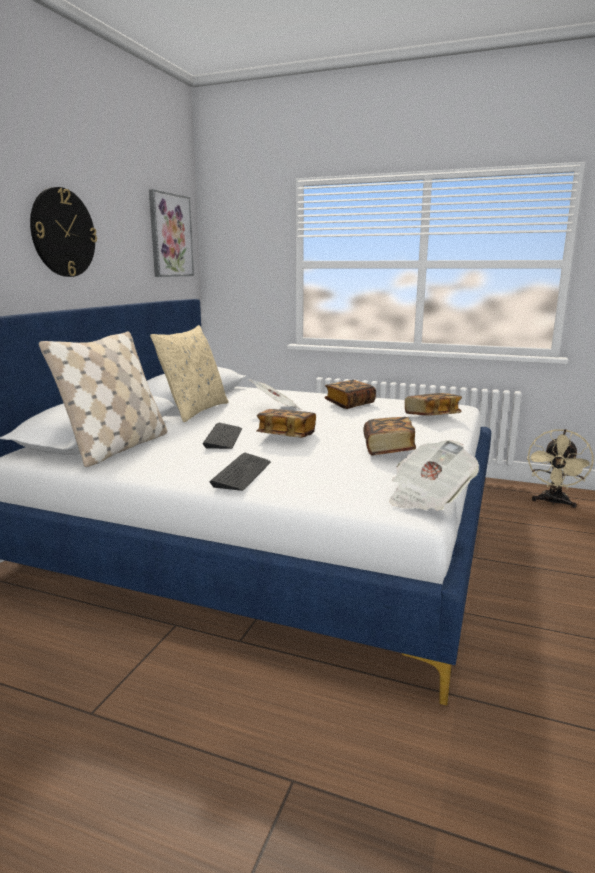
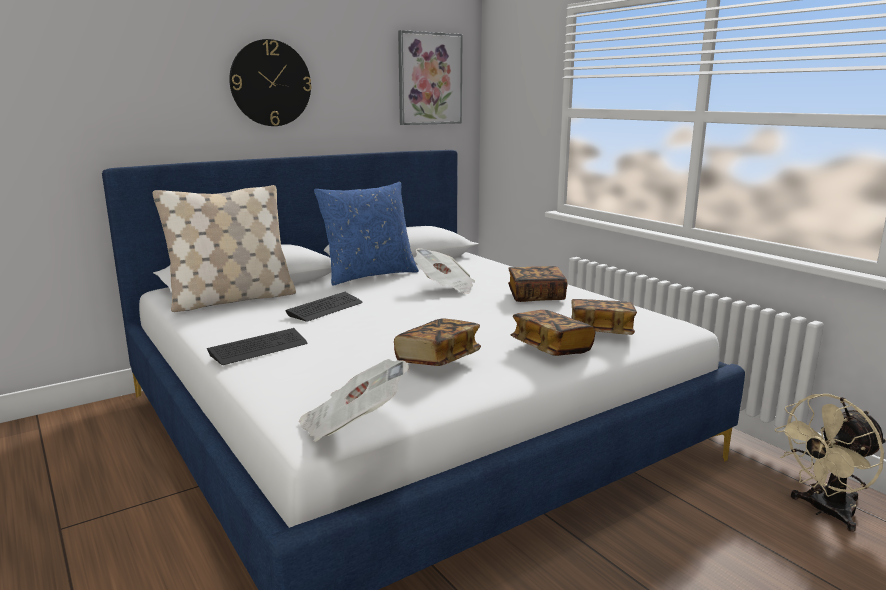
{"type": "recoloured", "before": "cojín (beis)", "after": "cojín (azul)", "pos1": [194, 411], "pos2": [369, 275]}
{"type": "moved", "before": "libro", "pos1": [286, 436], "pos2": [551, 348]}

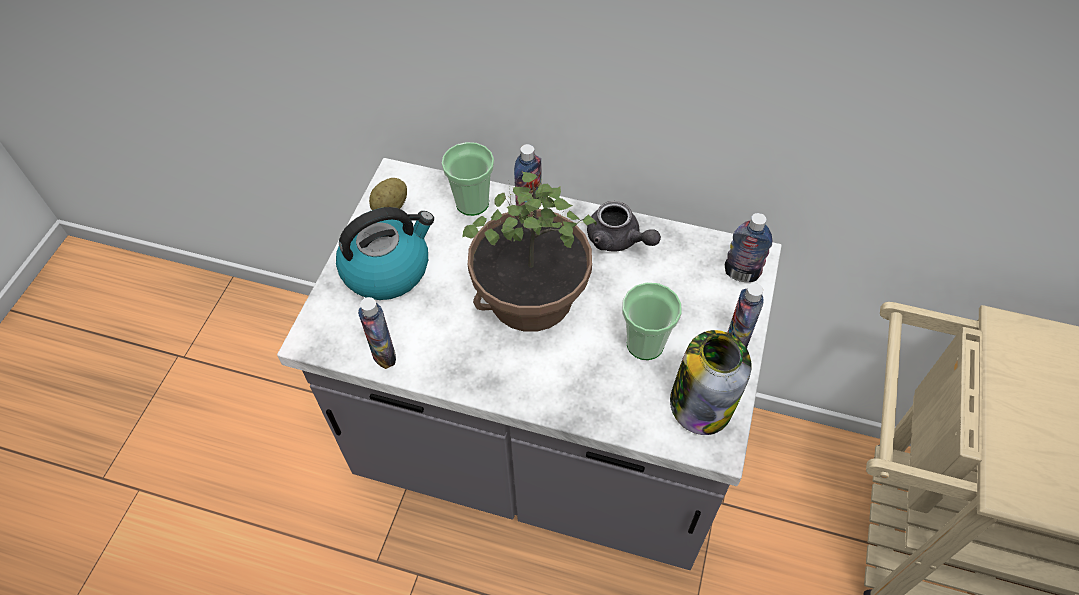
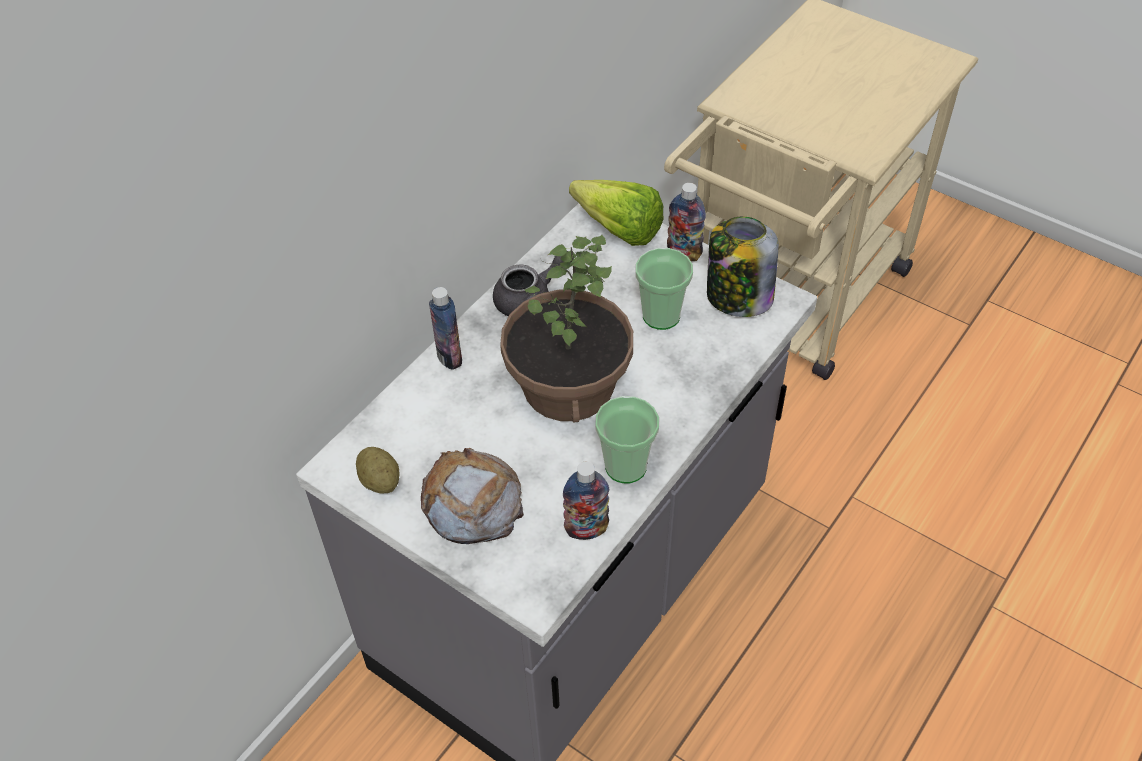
{"type": "replaced", "before": "hervidor", "after": "pan", "pos1": [387, 269], "pos2": [471, 502]}
{"type": "replaced", "before": "botella", "after": "lechuga", "pos1": [741, 273], "pos2": [613, 226]}
{"type": "moved", "before": "taza", "pos1": [472, 203], "pos2": [626, 466]}

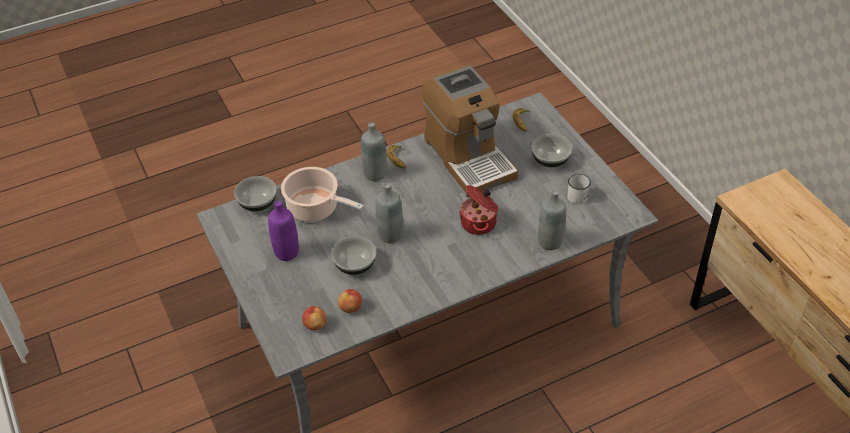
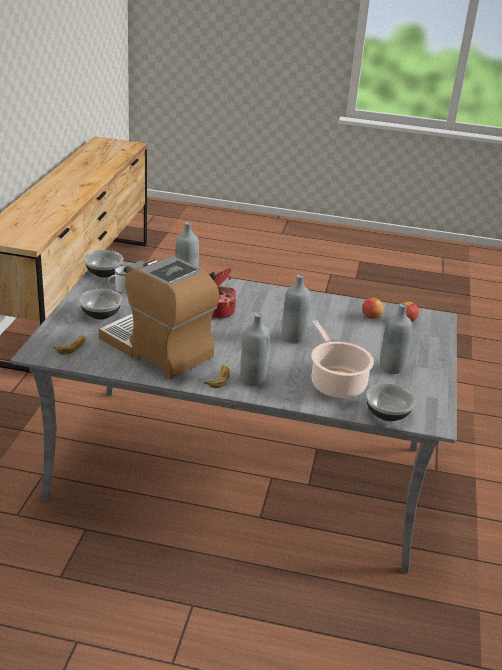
{"type": "moved", "before": "cuenco", "pos1": [355, 265], "pos2": [104, 273]}
{"type": "turned", "before": "cafetera", "pos1": [468, 157], "pos2": [158, 348], "turn": -60}
{"type": "recoloured", "before": "botella (morado)", "after": "botella (gris)", "pos1": [286, 252], "pos2": [391, 367]}

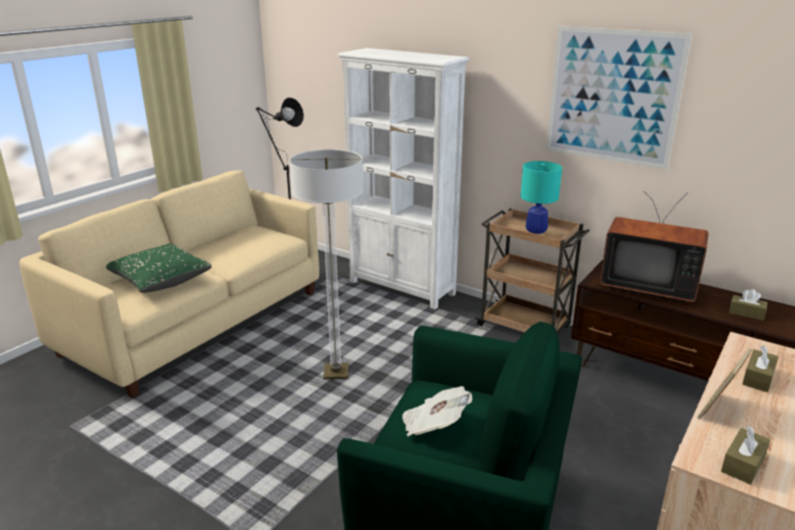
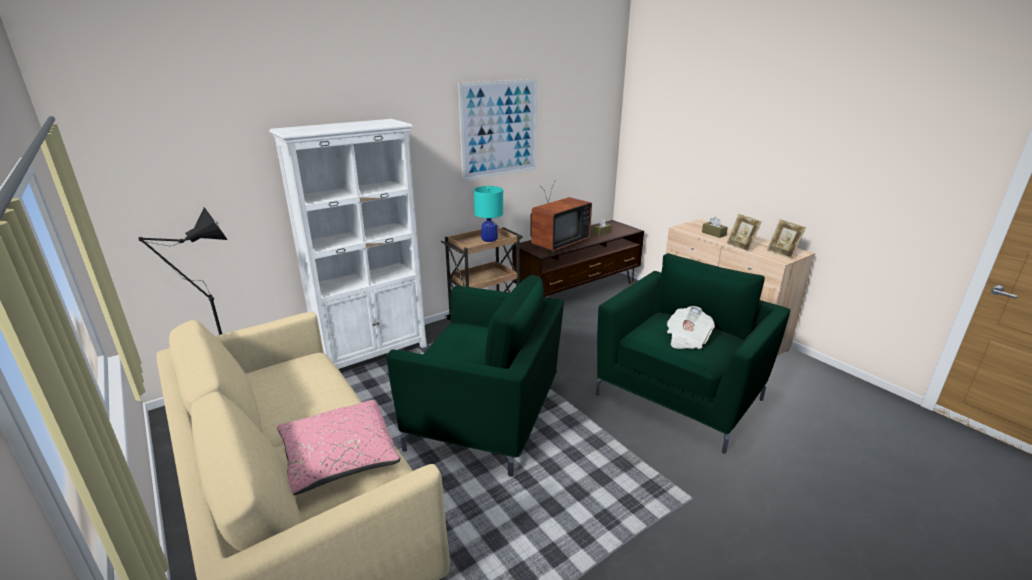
{"type": "recoloured", "before": "cojín (verde)", "after": "cojín (rosa)", "pos1": [160, 280], "pos2": [339, 459]}
{"type": "replaced", "before": "lámpara de pie", "after": "sillón (verde)", "pos1": [336, 372], "pos2": [486, 417]}
{"type": "replaced", "before": "caja de pañuelos (marrón)", "after": "portarretratos", "pos1": [743, 464], "pos2": [782, 253]}

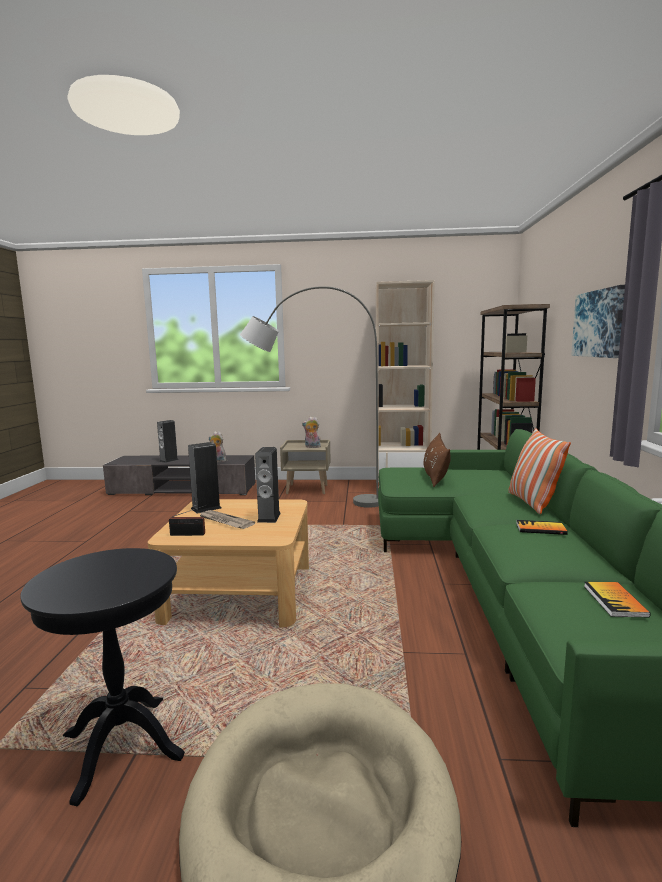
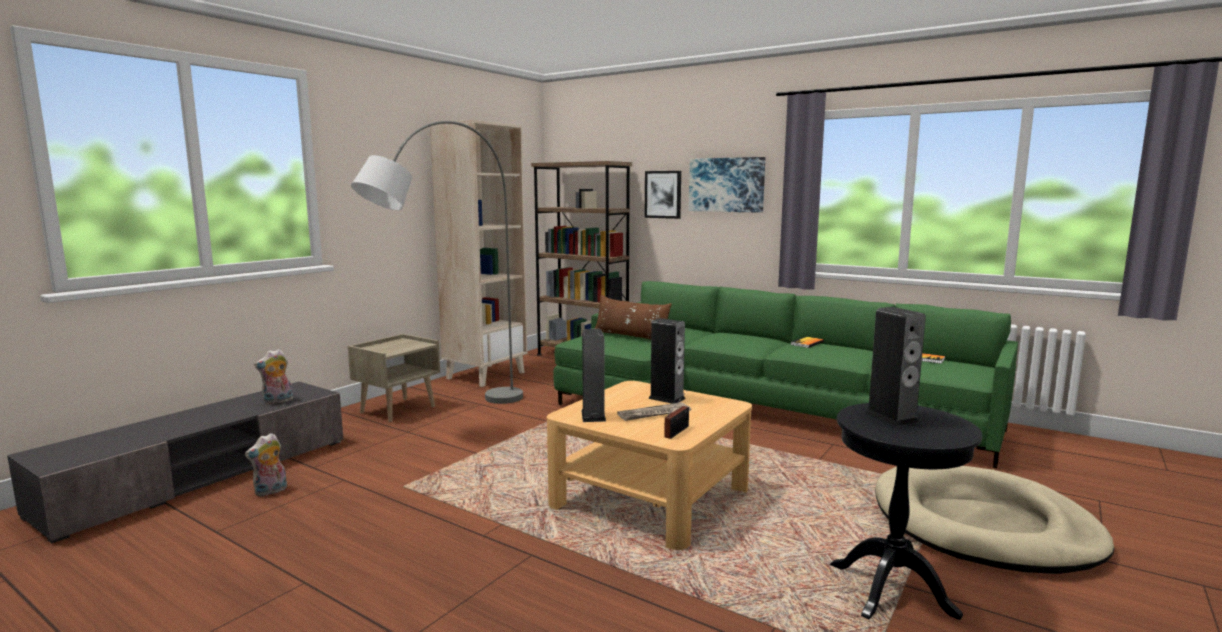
{"type": "moved", "before": "peluche", "pos1": [312, 447], "pos2": [270, 491]}
{"type": "added", "after": "cuadro", "pos2": [663, 194]}
{"type": "moved", "before": "altavoz", "pos1": [169, 460], "pos2": [891, 417]}
{"type": "removed", "before": "cojín", "pos1": [532, 503]}

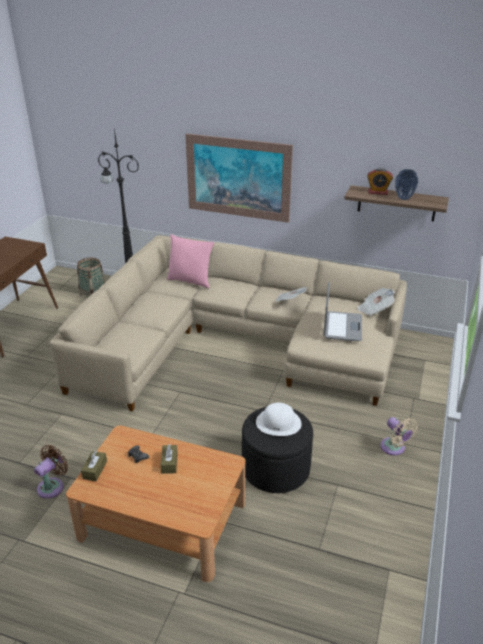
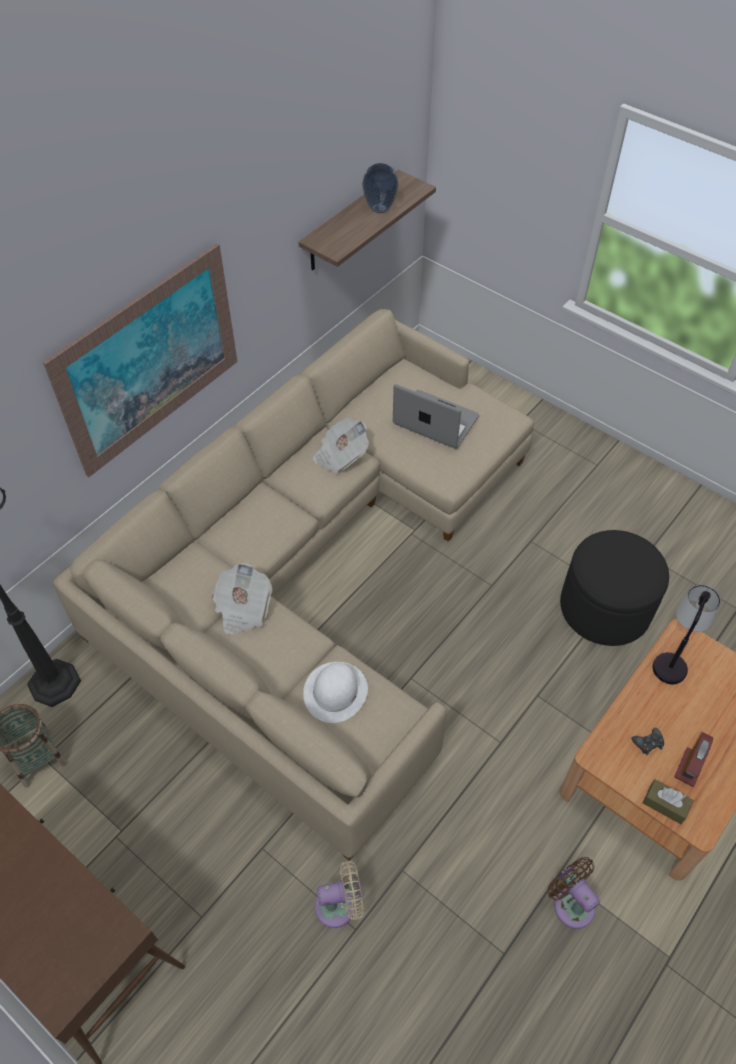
{"type": "moved", "before": "periódico", "pos1": [374, 309], "pos2": [242, 609]}
{"type": "moved", "before": "sombrero (blanco)", "pos1": [278, 422], "pos2": [335, 691]}
{"type": "moved", "before": "ventilador (beis)", "pos1": [394, 448], "pos2": [339, 905]}
{"type": "added", "after": "lámpara de mesa", "pos2": [673, 656]}
{"type": "moved", "before": "despertador", "pos1": [378, 192], "pos2": [689, 767]}
{"type": "removed", "before": "caja de pañuelos (marrón)", "pos1": [169, 463]}
{"type": "removed", "before": "cojín (rosa)", "pos1": [190, 281]}

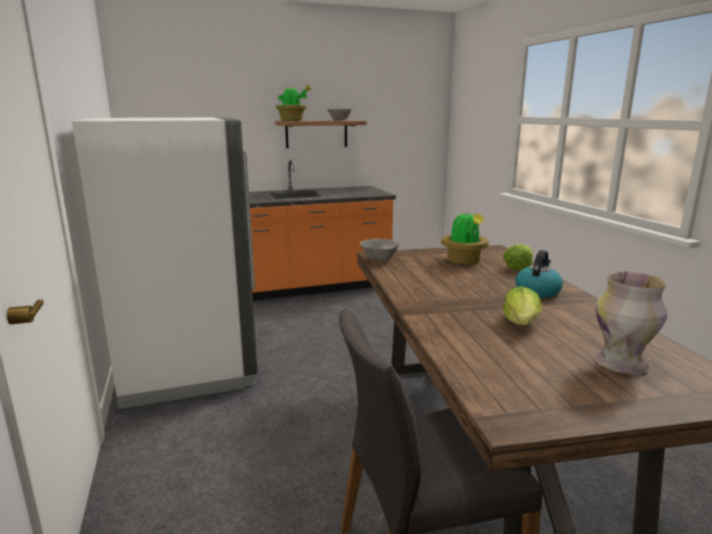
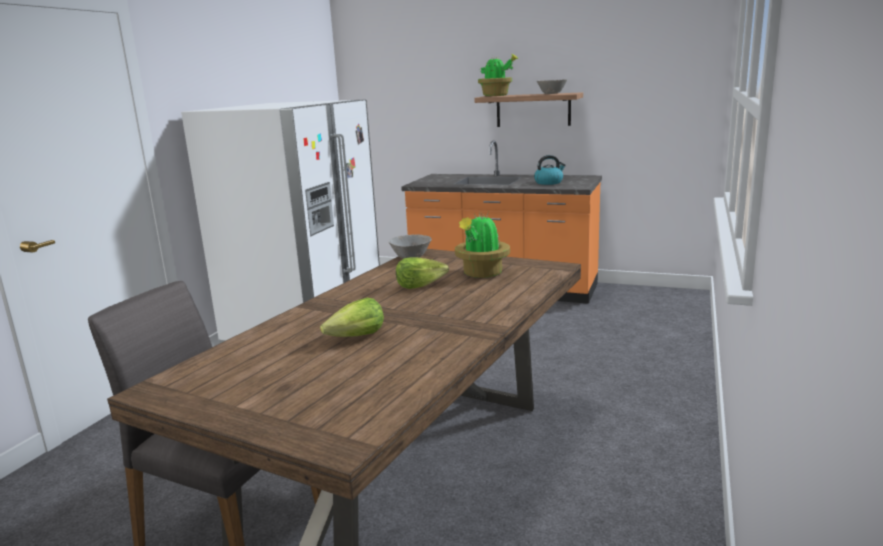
{"type": "moved", "before": "lechuga", "pos1": [518, 267], "pos2": [420, 285]}
{"type": "moved", "before": "hervidor", "pos1": [537, 291], "pos2": [549, 182]}
{"type": "removed", "before": "florero", "pos1": [620, 364]}

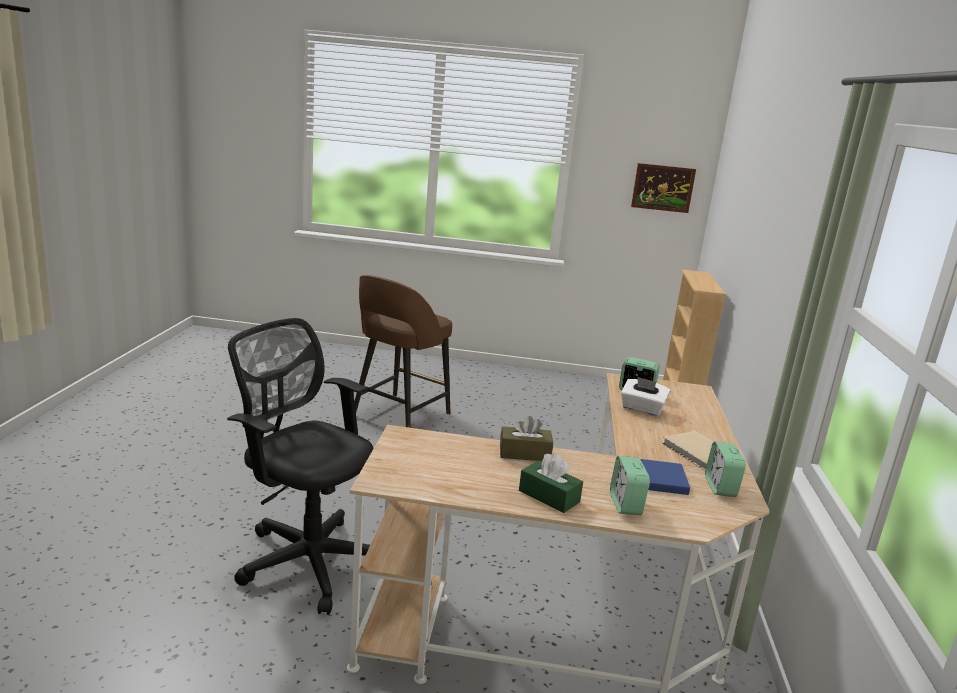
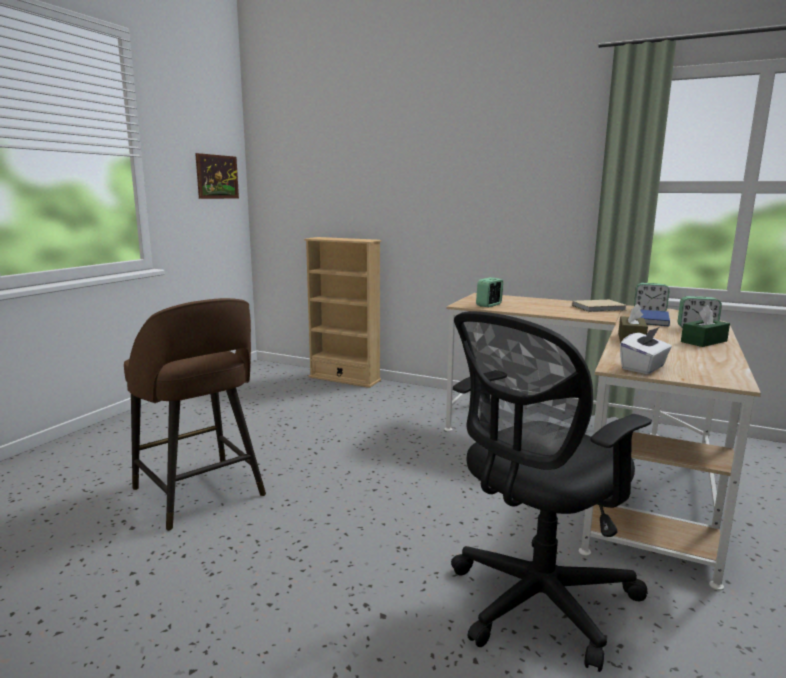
{"type": "moved", "before": "caja de pañuelos (blanco)", "pos1": [642, 409], "pos2": [643, 368]}

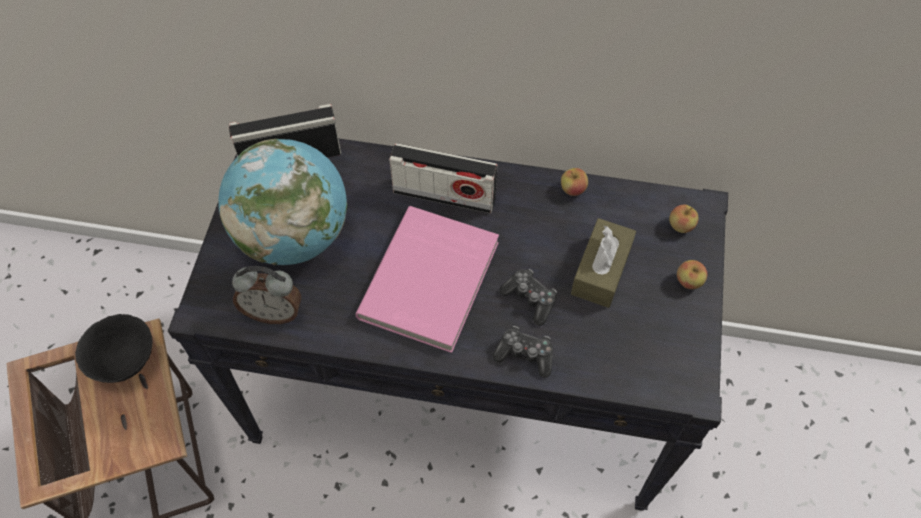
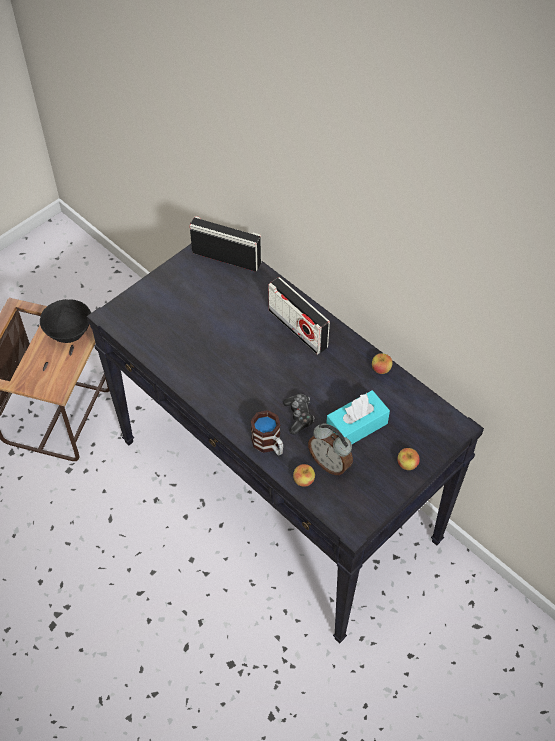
{"type": "replaced", "before": "mando de consola", "after": "taza grande", "pos1": [525, 354], "pos2": [269, 444]}
{"type": "moved", "before": "manzana", "pos1": [680, 226], "pos2": [303, 480]}
{"type": "moved", "before": "despertador", "pos1": [273, 312], "pos2": [330, 463]}
{"type": "recoloured", "before": "caja de pañuelos (marrón)", "after": "caja de pañuelos (turquesa)", "pos1": [601, 270], "pos2": [356, 426]}
{"type": "removed", "before": "globo terráqueo", "pos1": [293, 235]}
{"type": "removed", "before": "libro (rosa)", "pos1": [432, 281]}

